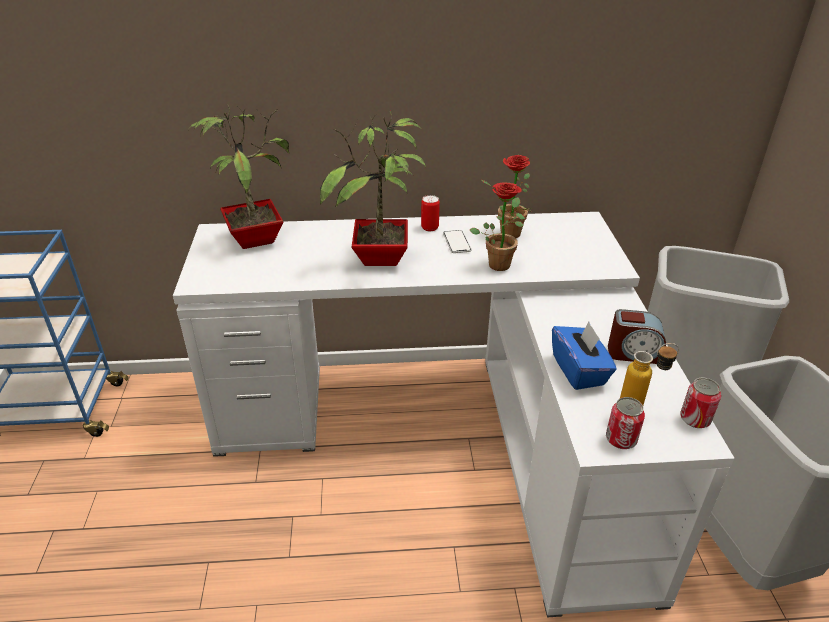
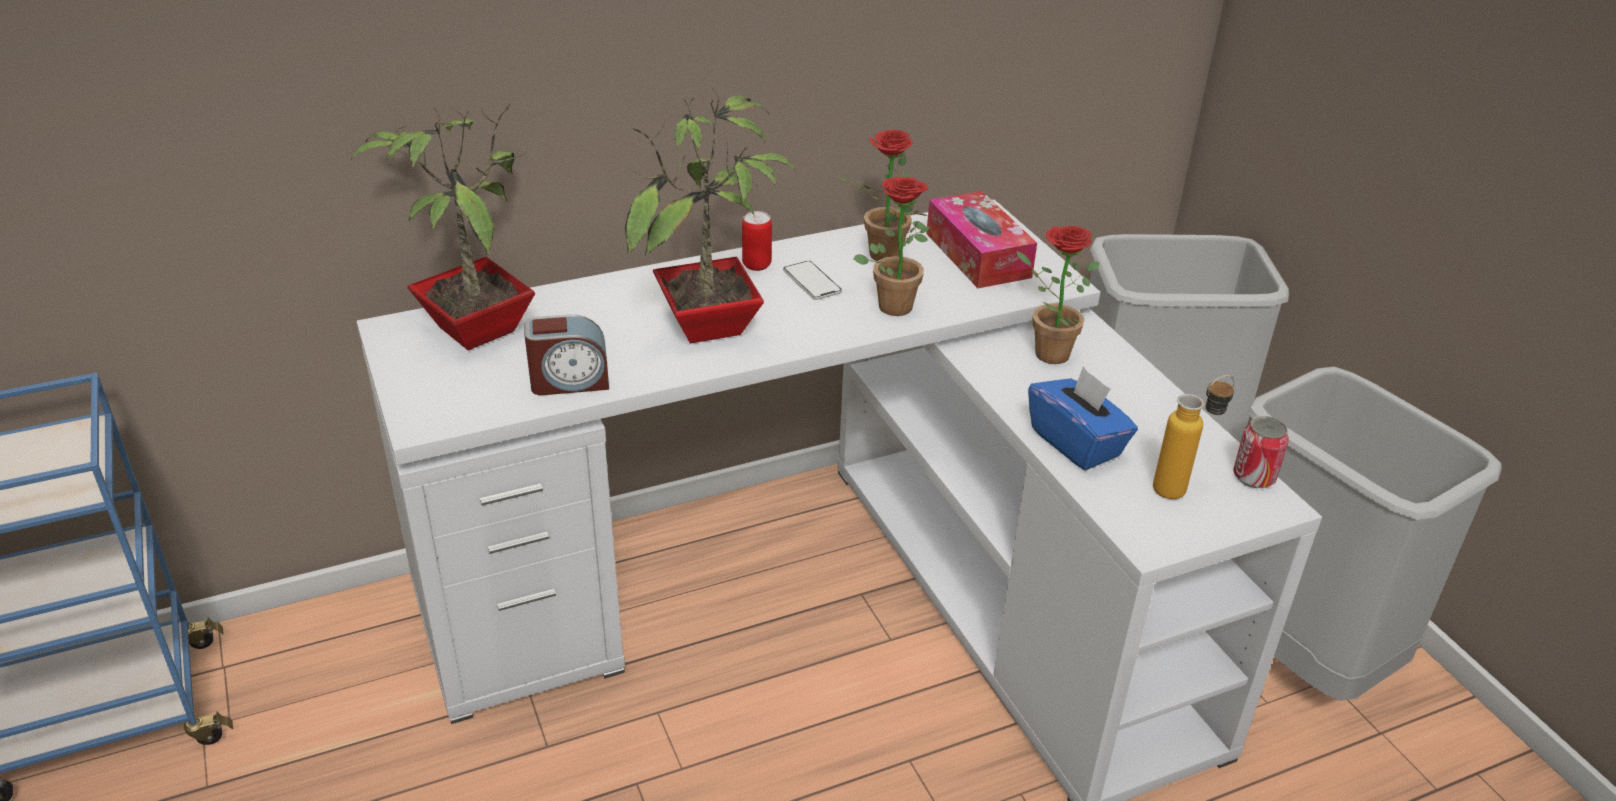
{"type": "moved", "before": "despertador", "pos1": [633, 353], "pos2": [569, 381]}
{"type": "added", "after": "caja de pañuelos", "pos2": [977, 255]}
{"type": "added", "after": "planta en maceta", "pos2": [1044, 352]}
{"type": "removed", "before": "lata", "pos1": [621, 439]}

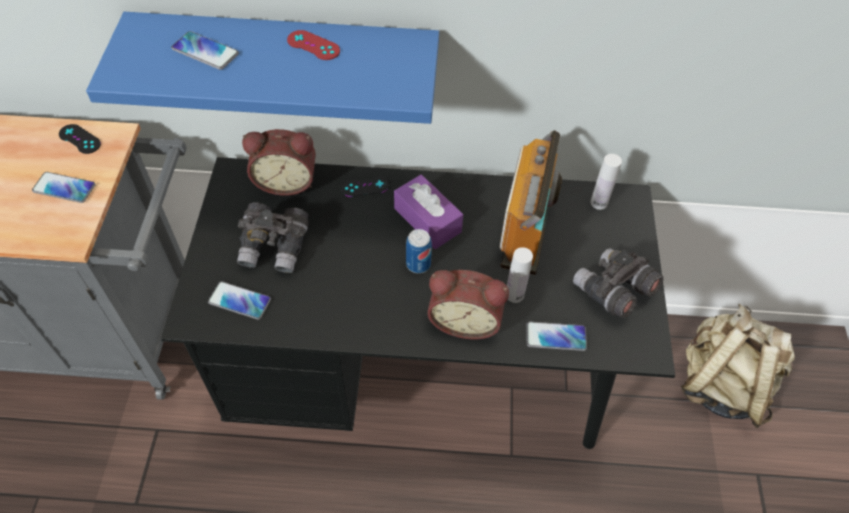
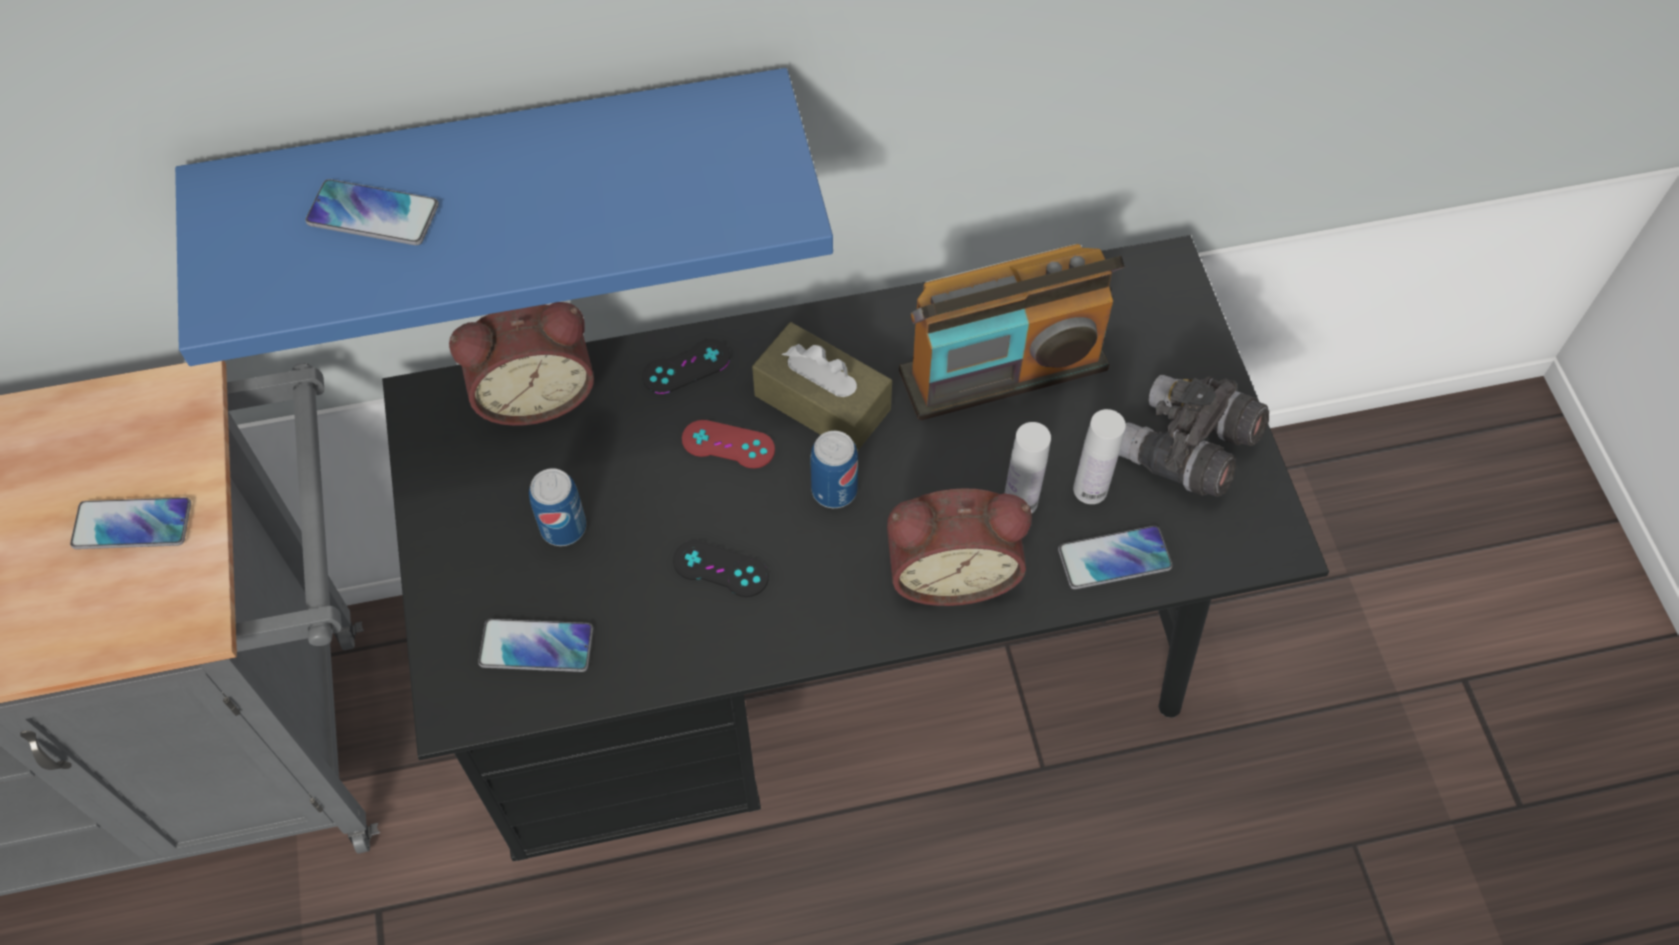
{"type": "replaced", "before": "prismáticos (gris)", "after": "lata", "pos1": [275, 247], "pos2": [563, 527]}
{"type": "moved", "before": "mando de consola (negro)", "pos1": [79, 139], "pos2": [720, 569]}
{"type": "moved", "before": "mando de consola (rojo)", "pos1": [313, 45], "pos2": [728, 444]}
{"type": "recoloured", "before": "caja de pañuelos (morado)", "after": "caja de pañuelos (marrón)", "pos1": [427, 220], "pos2": [822, 402]}
{"type": "turned", "before": "radio", "pos1": [527, 228], "pos2": [1003, 371], "turn": 75}
{"type": "moved", "before": "botella (blanco)", "pos1": [599, 202], "pos2": [1090, 489]}
{"type": "removed", "before": "mochila (beis)", "pos1": [721, 384]}

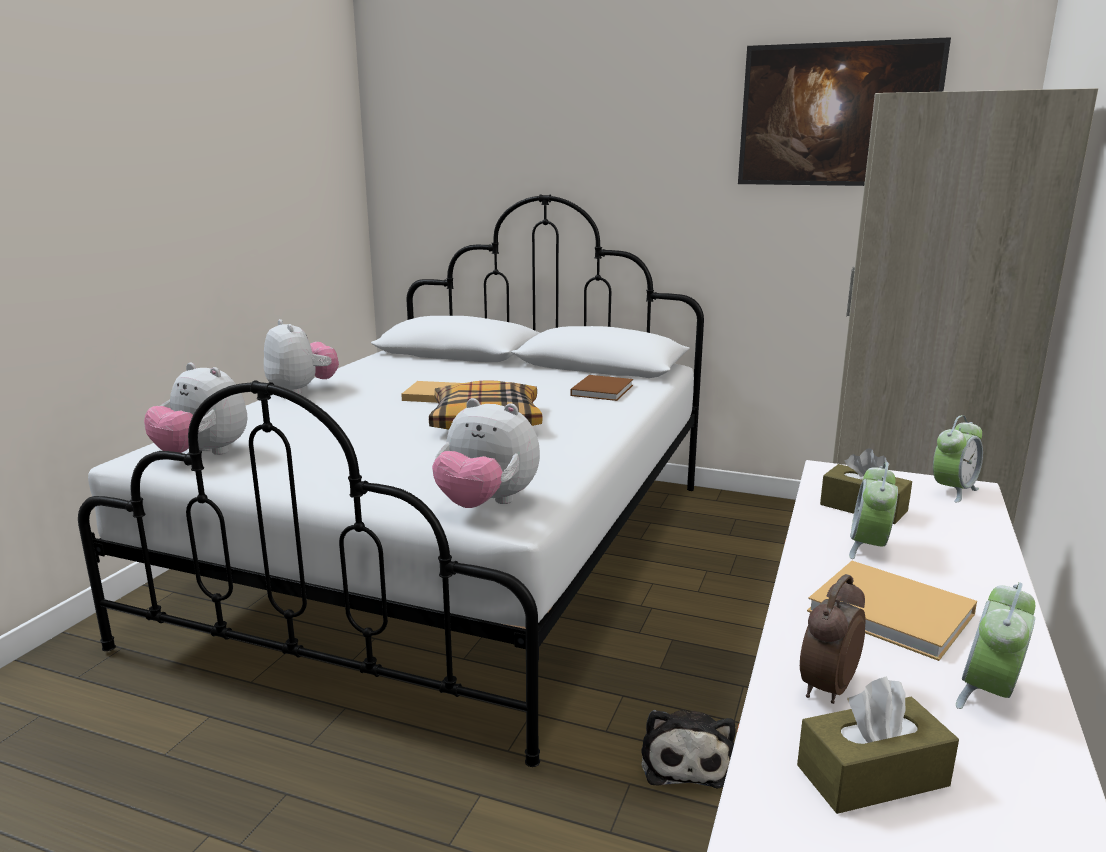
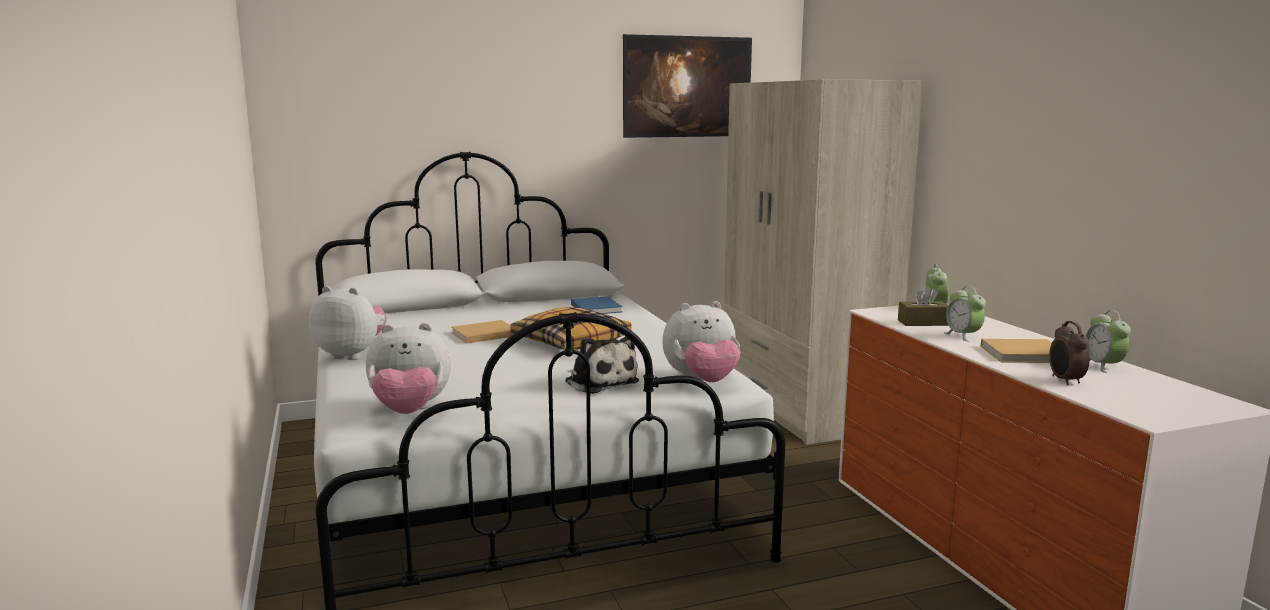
{"type": "moved", "before": "peluche", "pos1": [685, 760], "pos2": [599, 382]}
{"type": "recoloured", "before": "libro (marrón)", "after": "libro (azul)", "pos1": [603, 390], "pos2": [595, 308]}
{"type": "removed", "before": "caja de pañuelos (marrón)", "pos1": [872, 775]}

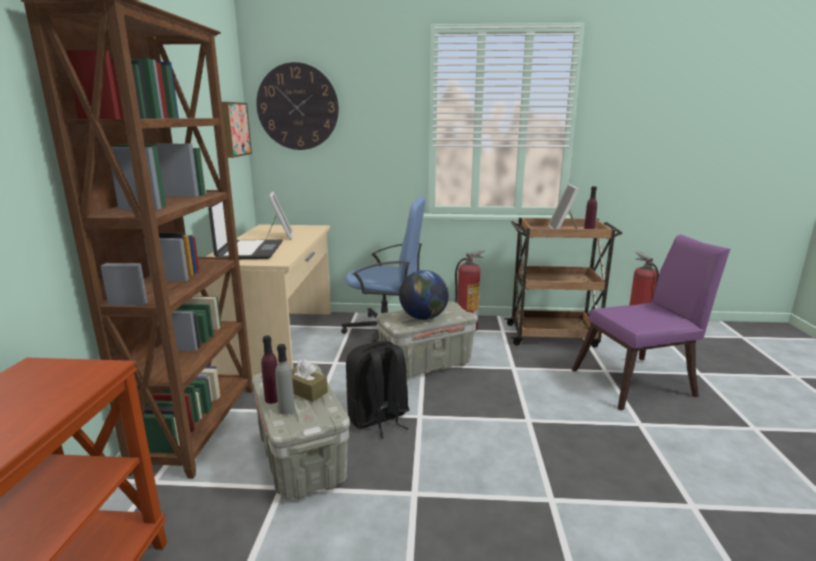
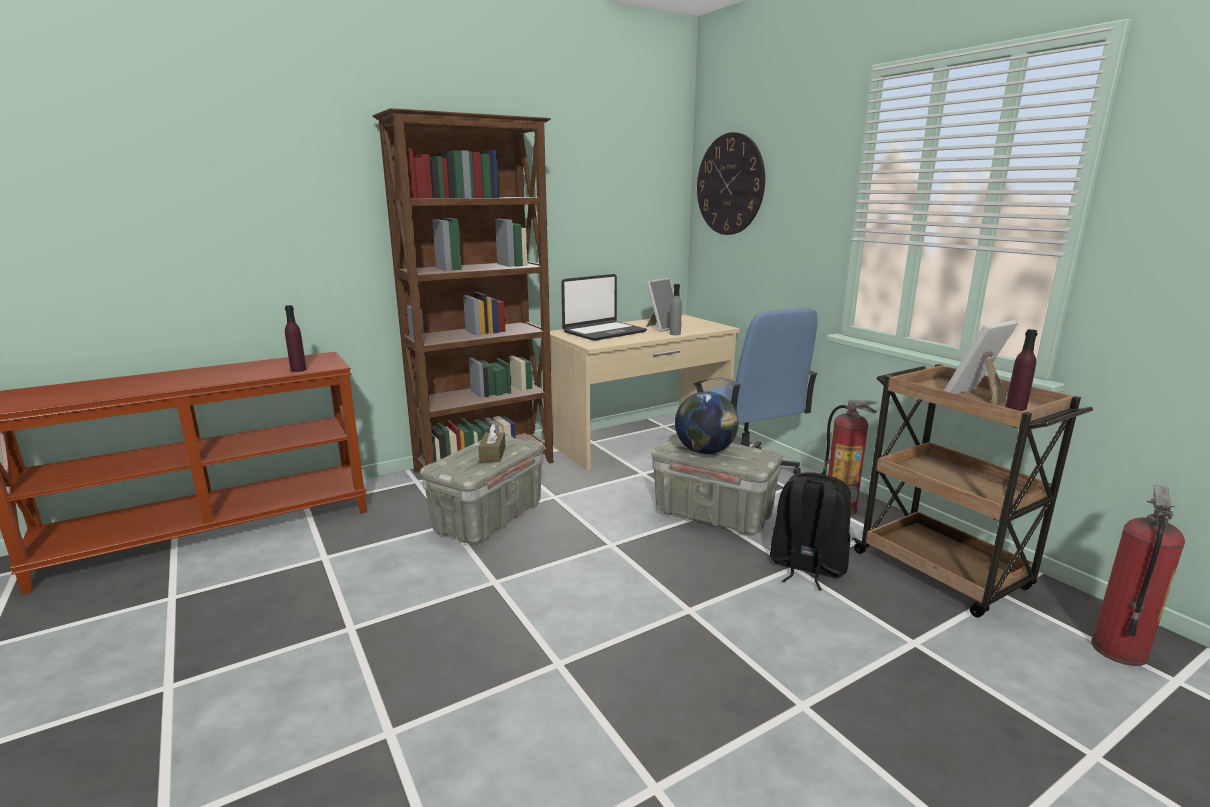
{"type": "moved", "before": "botella (morado)", "pos1": [272, 399], "pos2": [298, 370]}
{"type": "moved", "before": "botella (gris)", "pos1": [286, 410], "pos2": [675, 334]}
{"type": "moved", "before": "mochila (negro)", "pos1": [378, 419], "pos2": [806, 567]}
{"type": "removed", "before": "cuadro", "pos1": [234, 129]}
{"type": "removed", "before": "silla (morado)", "pos1": [639, 382]}

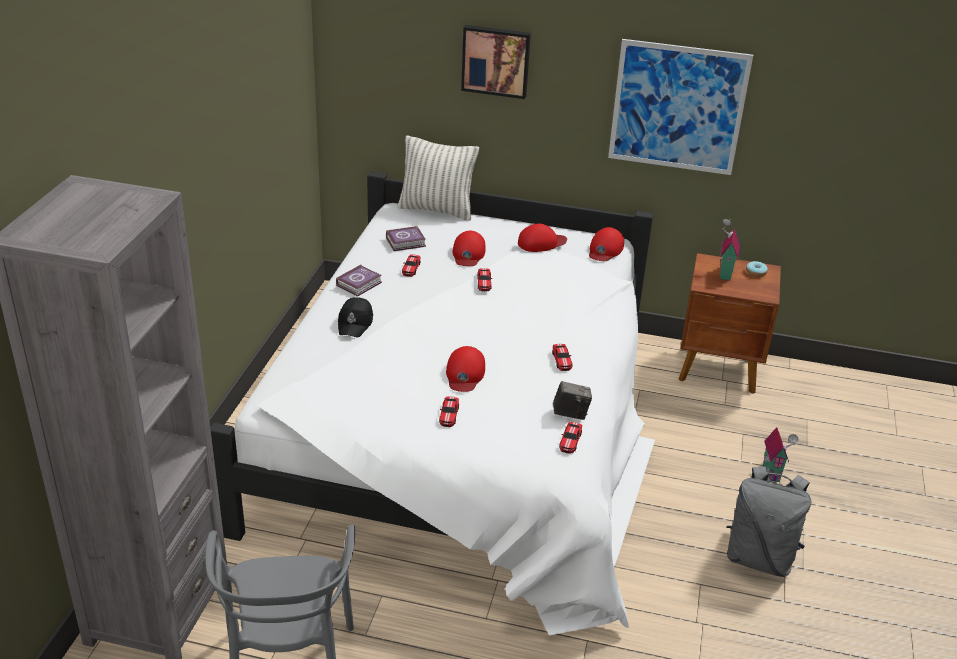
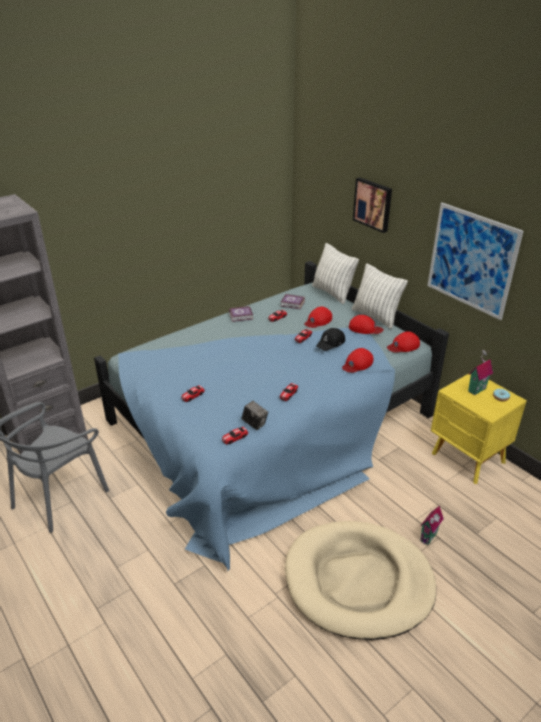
{"type": "recoloured", "before": "cama (blanco)", "after": "cama (azul)", "pos1": [466, 434], "pos2": [270, 426]}
{"type": "replaced", "before": "mochila (gris)", "after": "cama para perro (beis)", "pos1": [759, 558], "pos2": [358, 582]}
{"type": "moved", "before": "gorra (negro)", "pos1": [355, 323], "pos2": [331, 343]}
{"type": "moved", "before": "gorra (rojo)", "pos1": [465, 374], "pos2": [357, 364]}
{"type": "added", "after": "cojín", "pos2": [375, 316]}
{"type": "recoloured", "before": "mesita de noche (marrón)", "after": "mesita de noche (amarillo)", "pos1": [719, 369], "pos2": [468, 459]}

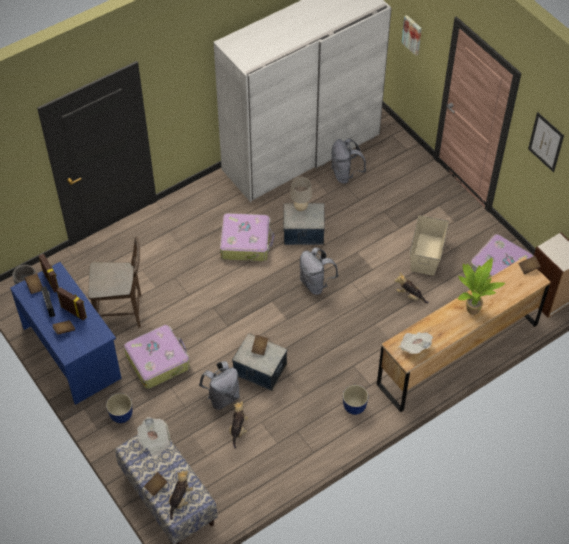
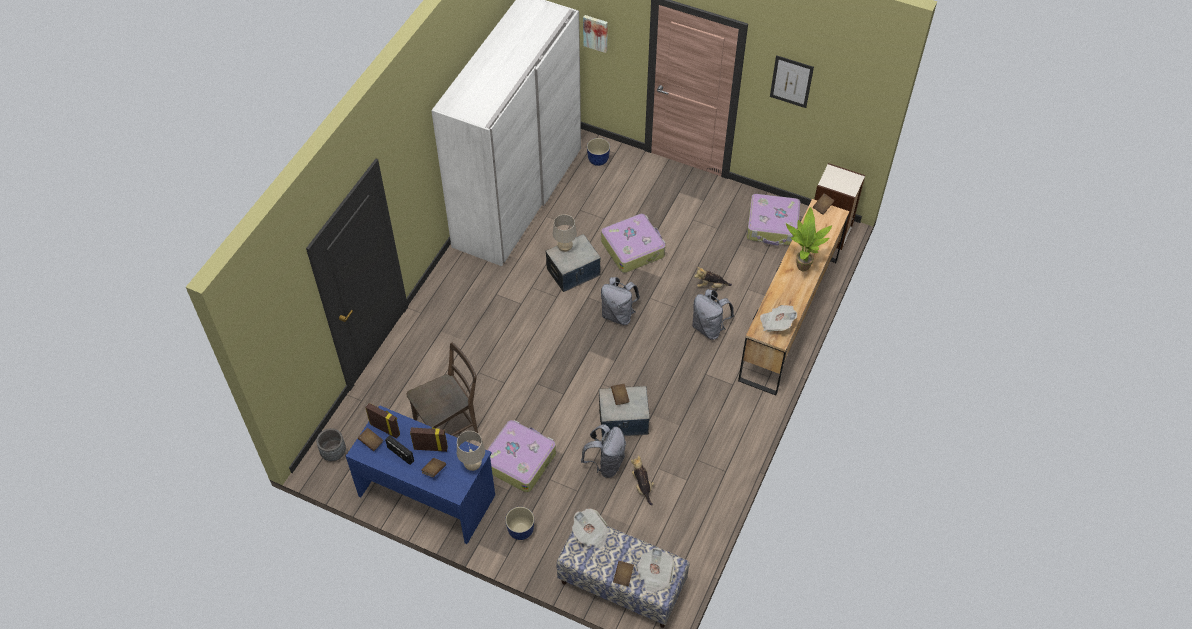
{"type": "added", "after": "lámpara de mesa (beis)", "pos2": [473, 465]}
{"type": "moved", "before": "maceta", "pos1": [354, 407], "pos2": [598, 160]}
{"type": "moved", "before": "maleta", "pos1": [246, 242], "pos2": [633, 248]}
{"type": "replaced", "before": "peluche", "after": "periódico", "pos1": [180, 499], "pos2": [655, 575]}
{"type": "moved", "before": "mochila (gris)", "pos1": [345, 174], "pos2": [709, 328]}
{"type": "removed", "before": "caja de almacenaje (beis)", "pos1": [427, 254]}

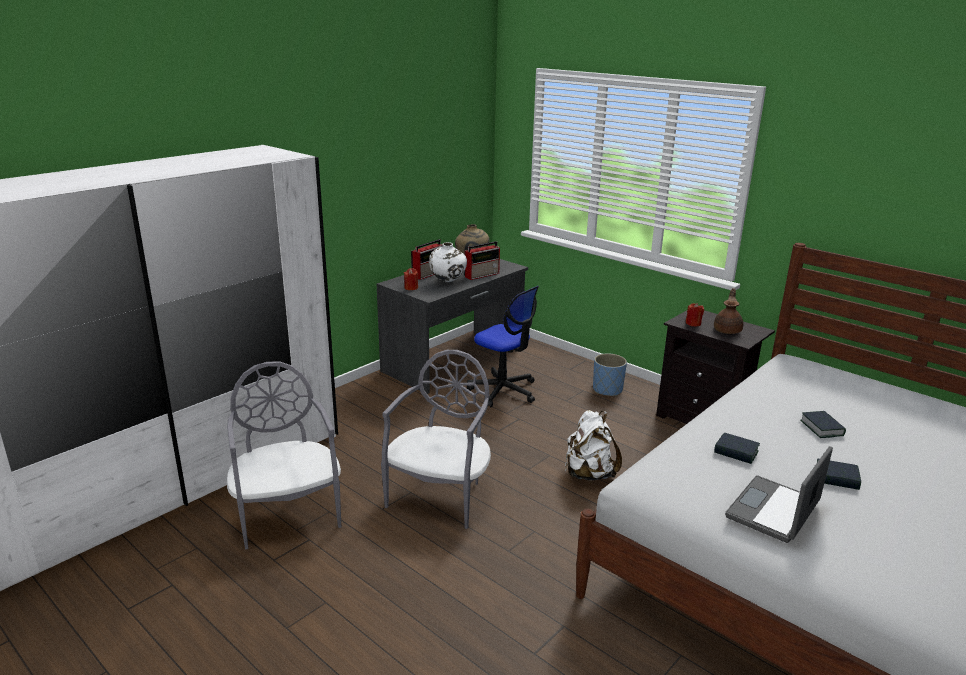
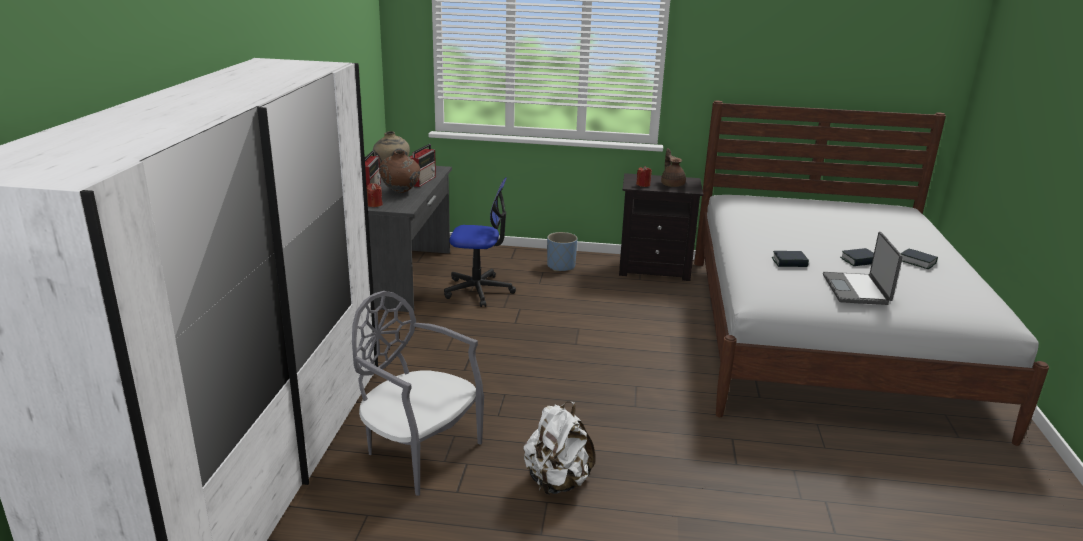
{"type": "recoloured", "before": "florero (blanco)", "after": "florero (marrón)", "pos1": [448, 282], "pos2": [401, 192]}
{"type": "moved", "before": "mochila (blanco)", "pos1": [589, 474], "pos2": [557, 482]}
{"type": "moved", "before": "libro", "pos1": [821, 428], "pos2": [917, 262]}
{"type": "removed", "before": "silla (gris)", "pos1": [441, 496]}

